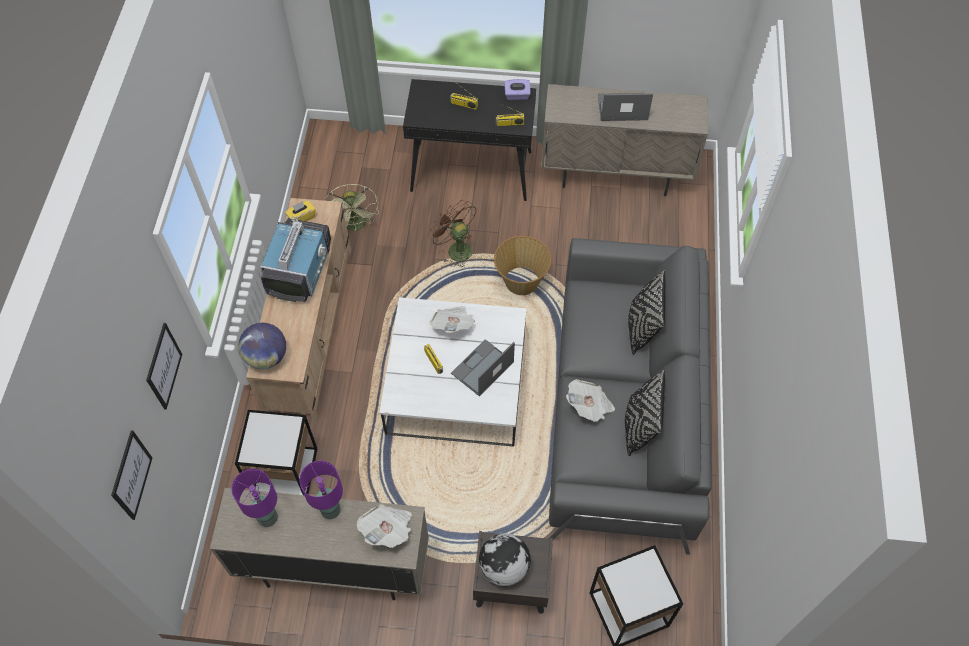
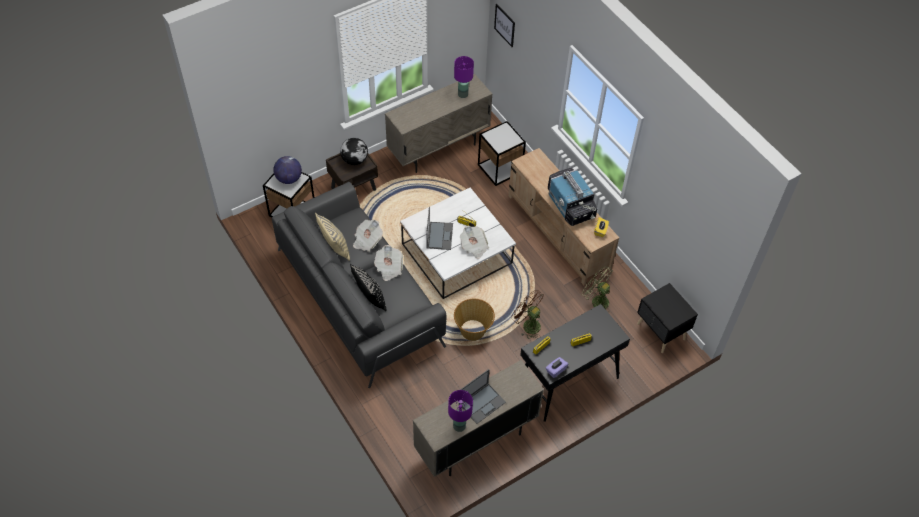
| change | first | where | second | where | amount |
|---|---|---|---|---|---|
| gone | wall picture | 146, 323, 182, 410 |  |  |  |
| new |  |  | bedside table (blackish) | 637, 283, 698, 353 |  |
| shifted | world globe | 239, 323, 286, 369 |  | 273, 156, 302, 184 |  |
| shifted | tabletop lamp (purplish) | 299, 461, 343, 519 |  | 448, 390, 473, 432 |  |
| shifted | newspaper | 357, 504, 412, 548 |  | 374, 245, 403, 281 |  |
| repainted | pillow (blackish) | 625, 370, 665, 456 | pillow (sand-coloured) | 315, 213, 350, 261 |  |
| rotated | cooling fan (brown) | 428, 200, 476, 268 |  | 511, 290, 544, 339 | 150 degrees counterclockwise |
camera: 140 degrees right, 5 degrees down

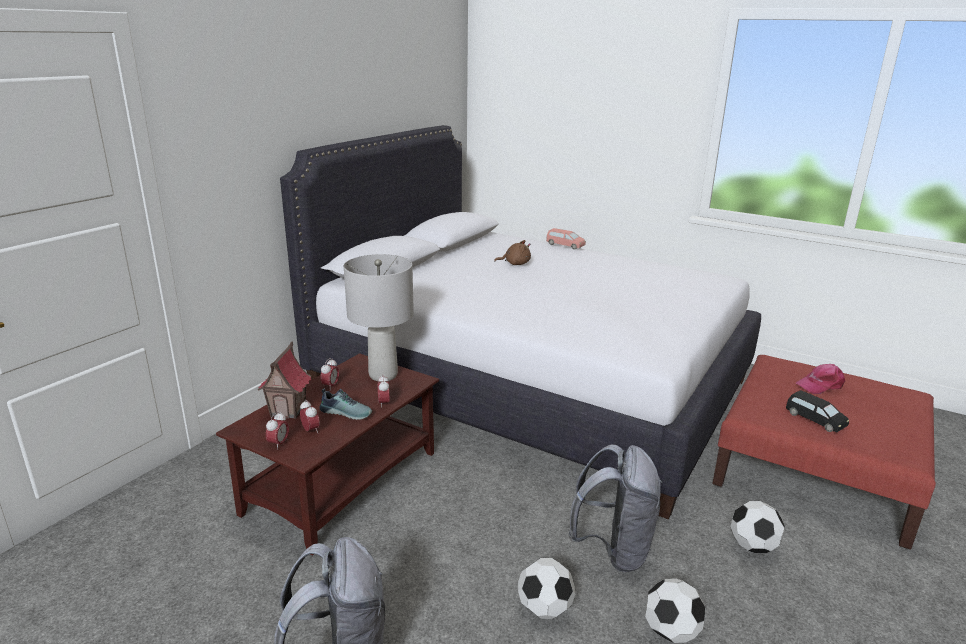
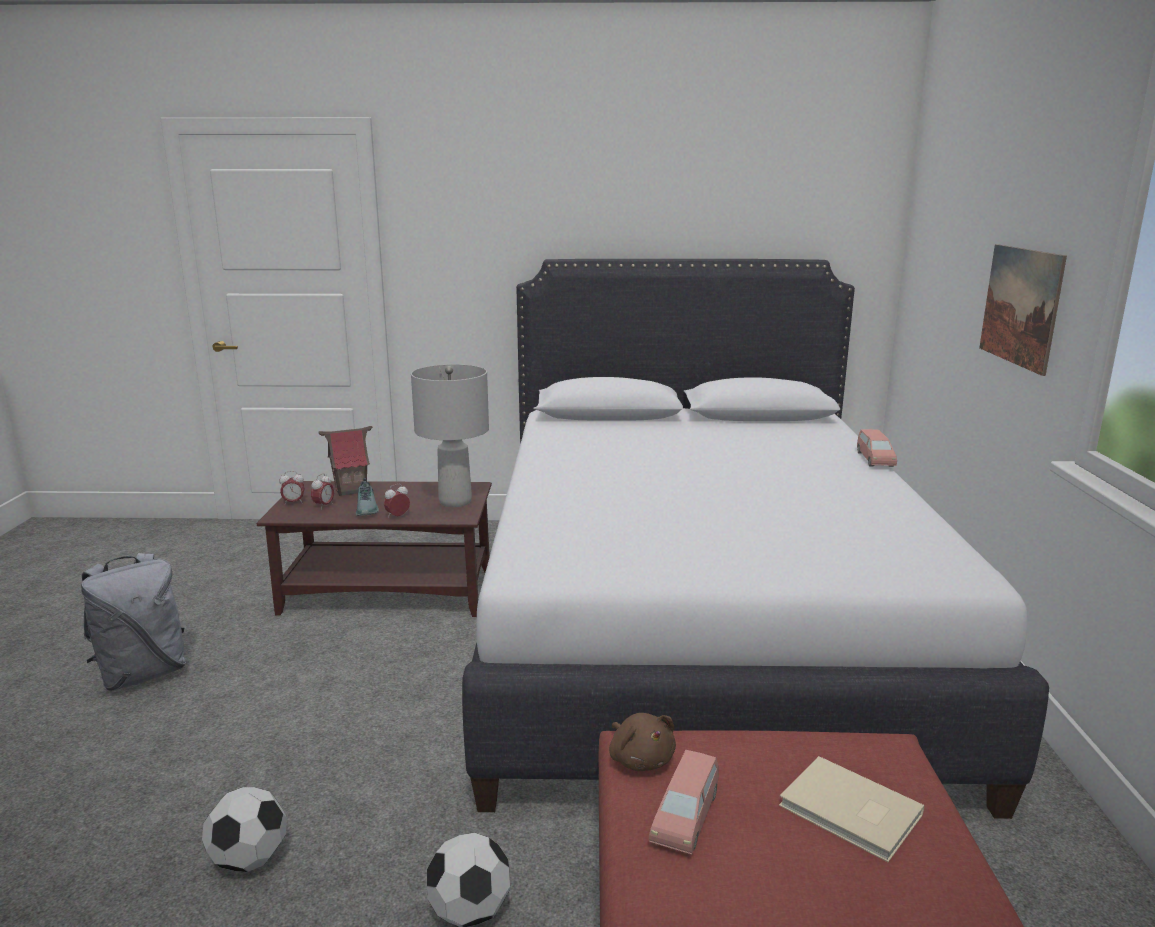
| change | first | where | second | where | amount |
|---|---|---|---|---|---|
| gone | alarm clock | 320, 358, 339, 388 |  |  |  |
| gone | football ball | 518, 558, 575, 619 |  |  |  |
| gone | rucksack (grey) | 568, 445, 662, 572 |  |  |  |
| new |  |  | wall picture | 979, 244, 1067, 376 |  |
| shifted | soft toy (brown) | 494, 240, 531, 265 |  | 609, 713, 676, 771 |  |
| swapped | baseball cap (pinkish) | 795, 364, 845, 394 | bound book (sand-coloured) | 779, 756, 924, 862 |  |
| repainted | toy car (blackish) | 786, 390, 849, 432 | toy car (pinkish) | 649, 750, 718, 855 |  |
camera: 60 degrees right, 5 degrees down

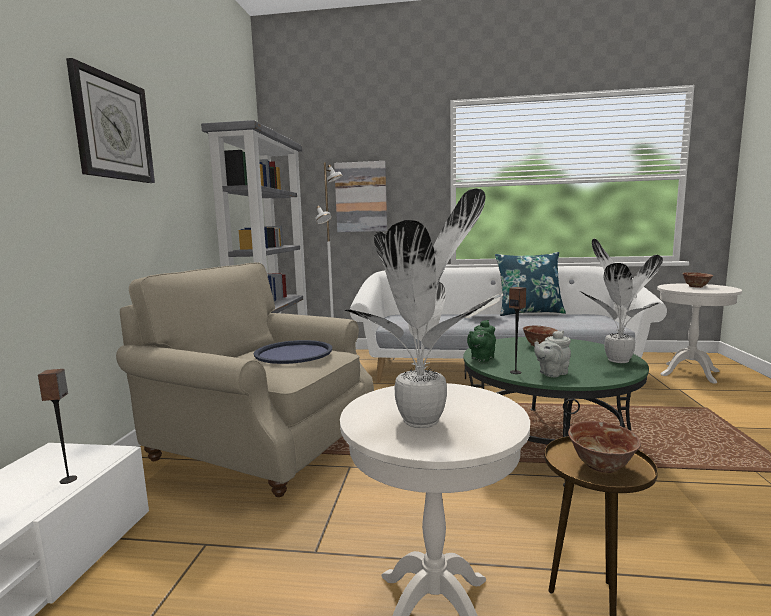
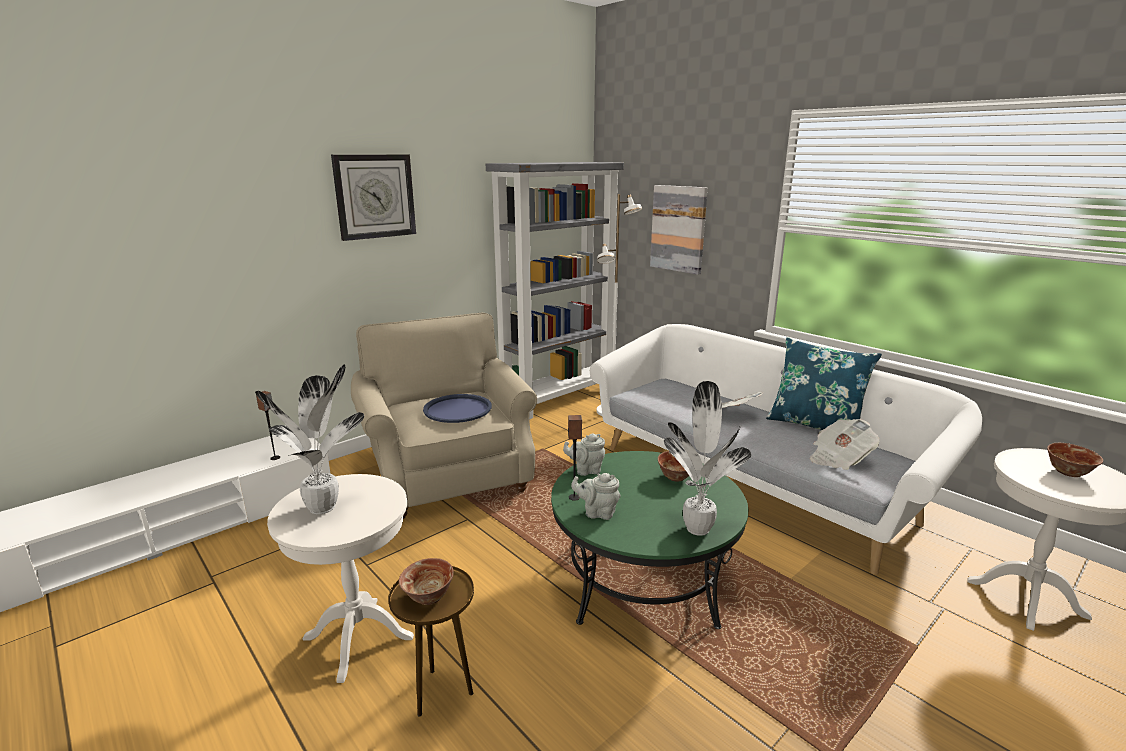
| change | first | where | second | where | amount |
|---|---|---|---|---|---|
| new |  |  | newspaper | 810, 419, 879, 470 |  |
| repainted | teapot (green) | 467, 320, 496, 362 | teapot (grey) | 563, 434, 605, 476 |  |
camera: 40 degrees right, 10 degrees up

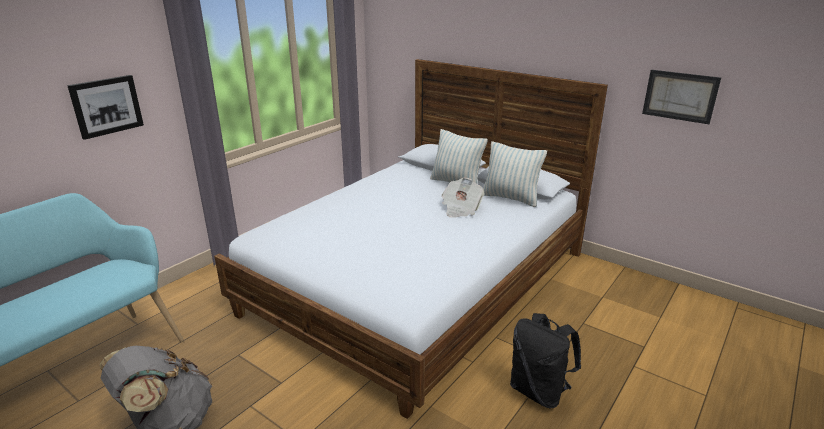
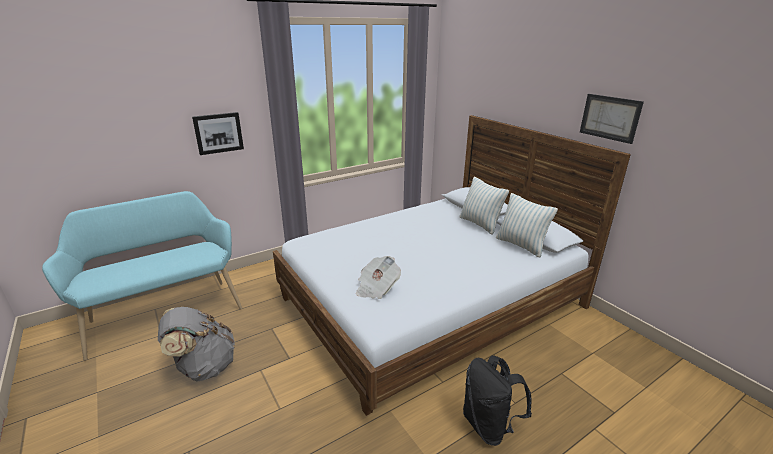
| change | first | where | second | where | amount |
|---|---|---|---|---|---|
| shifted | newspaper | 442, 178, 484, 218 |  | 356, 256, 401, 299 |  |
| shifted | wall picture | 642, 70, 721, 124 |  | 580, 94, 644, 144 |  |
camera: 20 degrees right, 0 degrees up

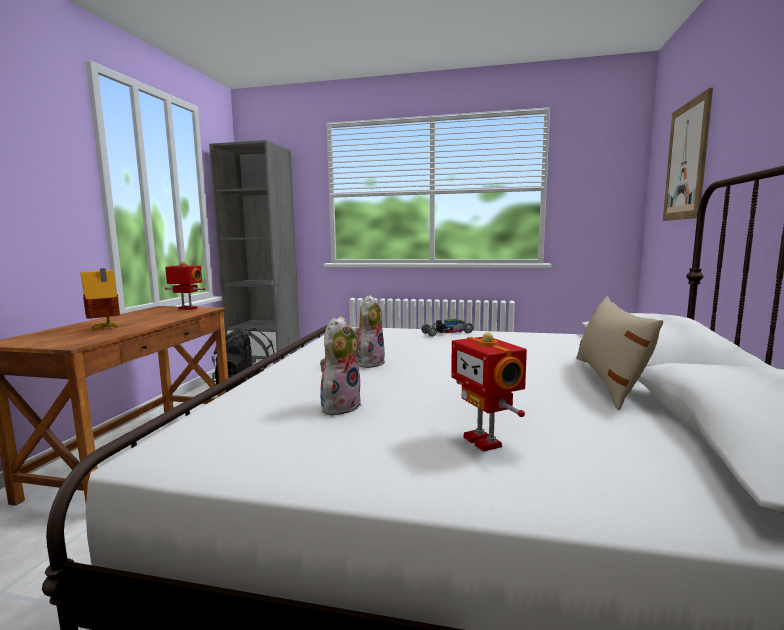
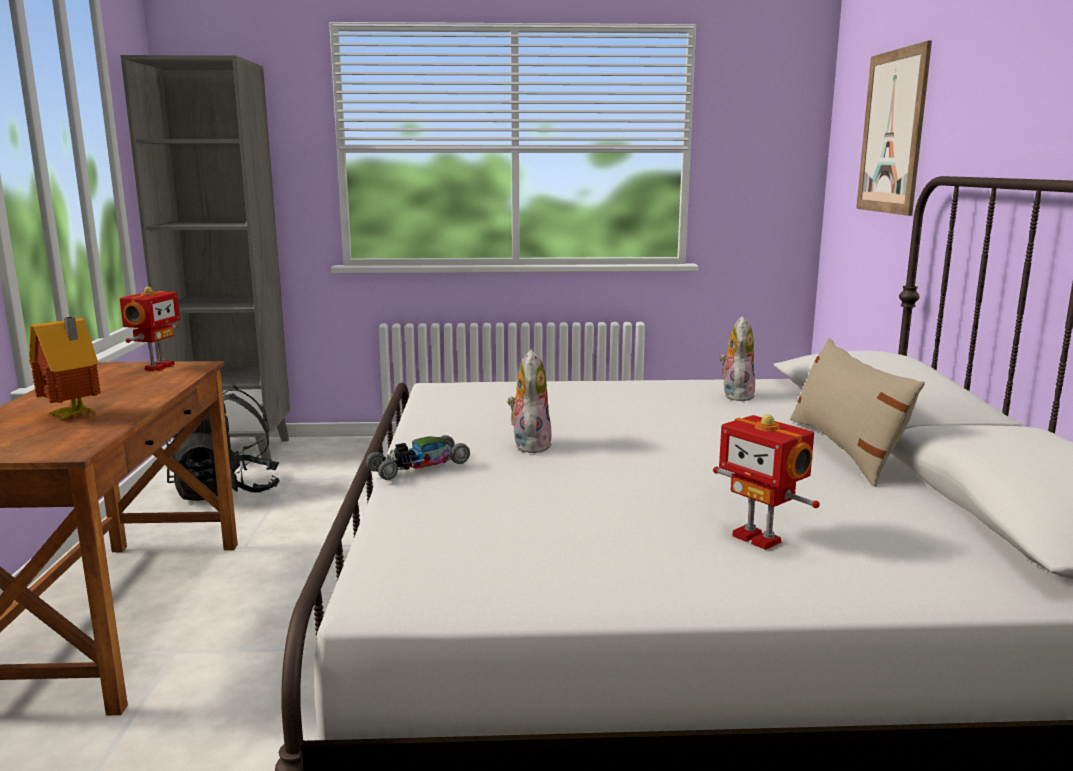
| change | first | where | second | where | amount |
|---|---|---|---|---|---|
| shifted | soft toy | 320, 316, 362, 416 |  | 720, 316, 755, 401 |  |
| shifted | toy car | 421, 319, 473, 337 |  | 366, 435, 470, 480 |  |
| rotated | toy robot | 165, 261, 206, 310 |  | 120, 286, 180, 371 | 105 degrees clockwise |
camera: 15 degrees left, 5 degrees up

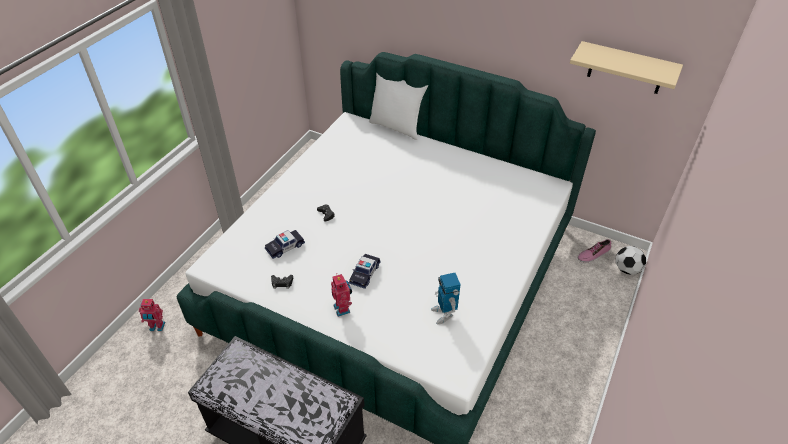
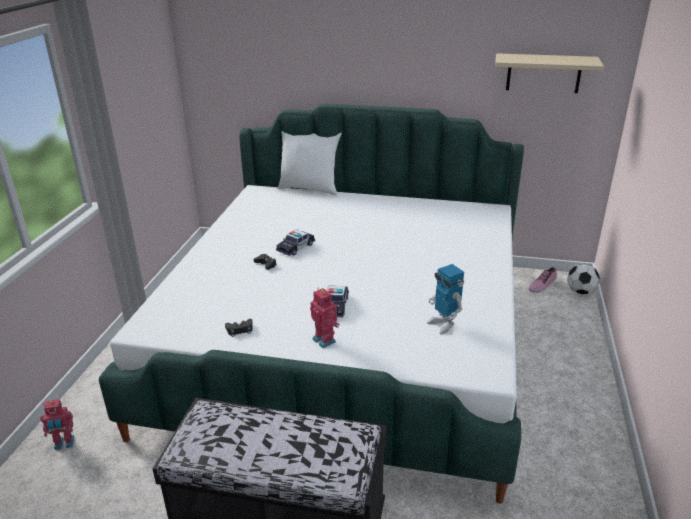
| change | first | where | second | where | amount |
|---|---|---|---|---|---|
| shifted | toy car | 265, 230, 305, 259 |  | 276, 229, 315, 256 |  |
camera: 15 degrees left, 15 degrees down

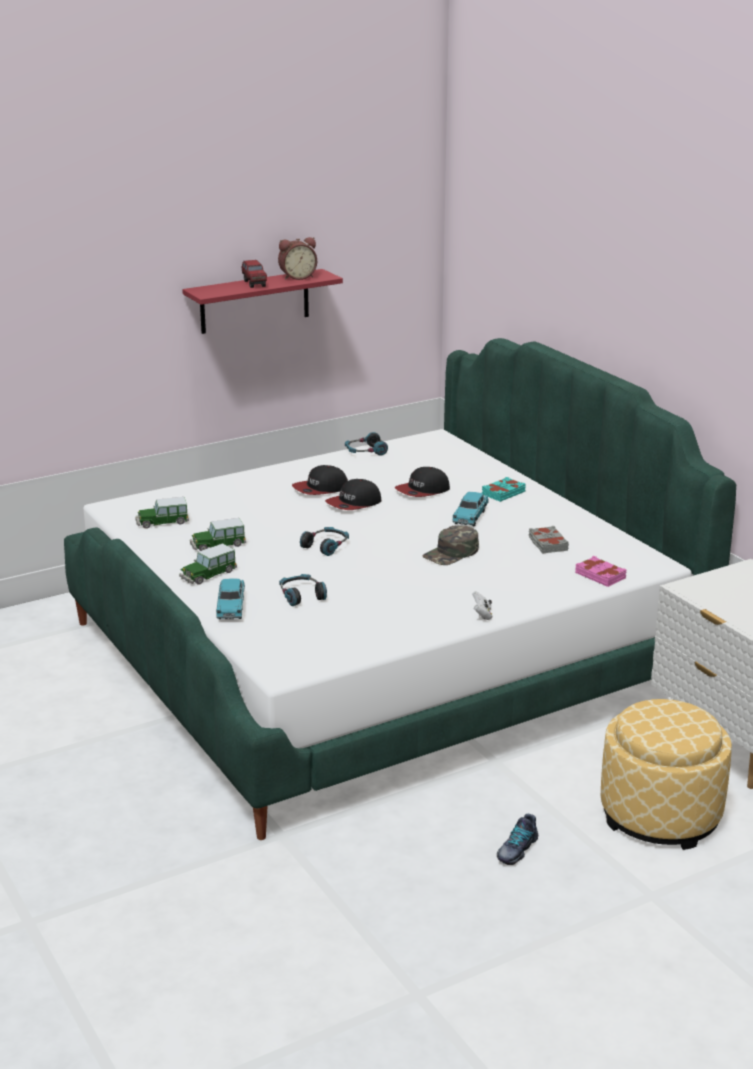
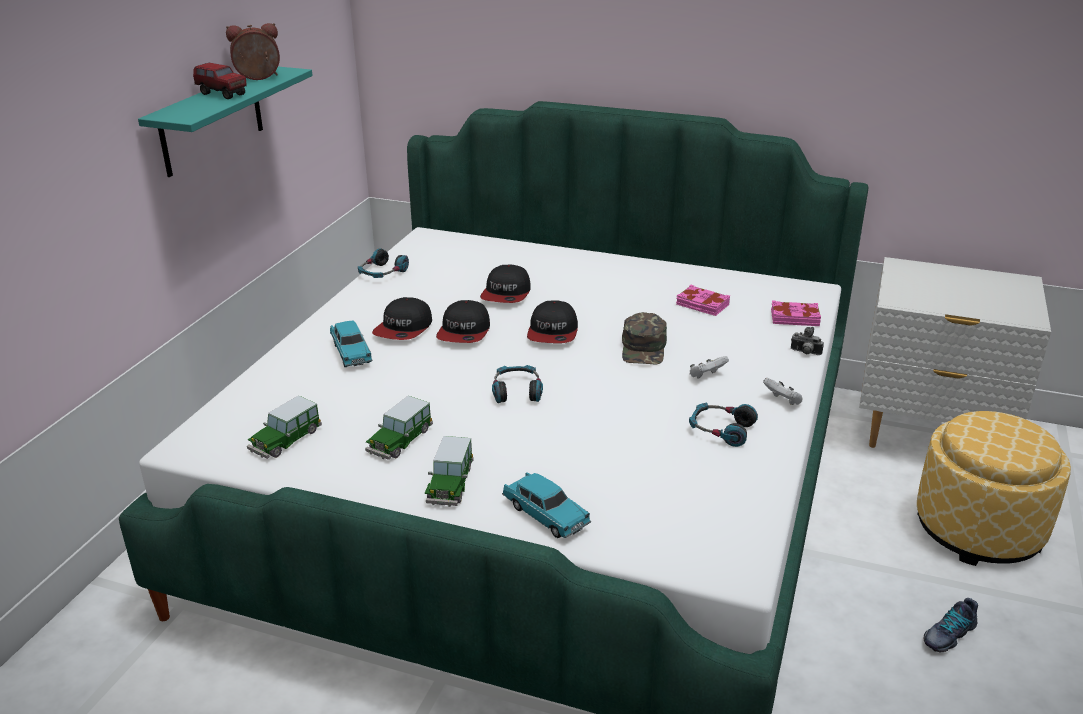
| change | first | where | second | where | amount |
|---|---|---|---|---|---|
| gone | bound book (blue-green) | 482, 477, 526, 502 |  |  |  |
| new |  |  | baseball cap | 527, 300, 578, 343 |  |
| new |  |  | joypad (white) | 690, 356, 729, 378 |  |
| new |  |  | photo camera | 791, 327, 824, 355 |  |
| shifted | headset | 279, 574, 327, 606 |  | 689, 403, 758, 447 |  |
| shifted | toy car (blue-green) | 452, 492, 489, 526 |  | 330, 321, 372, 367 |  |
| repainted | wall shelf (red-coloured) | 182, 269, 343, 334 | wall shelf (blue-green) | 138, 67, 313, 177 |  |
| repainted | bound book (grey) | 529, 526, 569, 554 | bound book (pinkish) | 676, 285, 730, 316 |  |
| rotated | alarm clock | 278, 237, 317, 280 |  | 226, 23, 280, 80 | 135 degrees counterclockwise |
| rotated | low shoe | 497, 814, 538, 865 |  | 923, 598, 978, 652 | 60 degrees clockwise |
camera: 40 degrees left, 5 degrees up

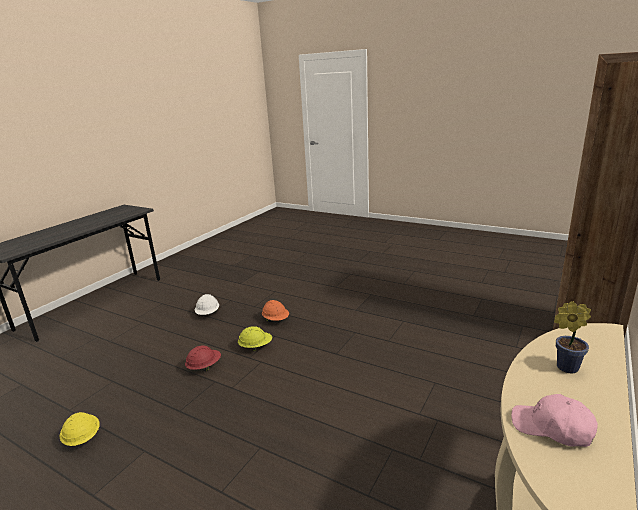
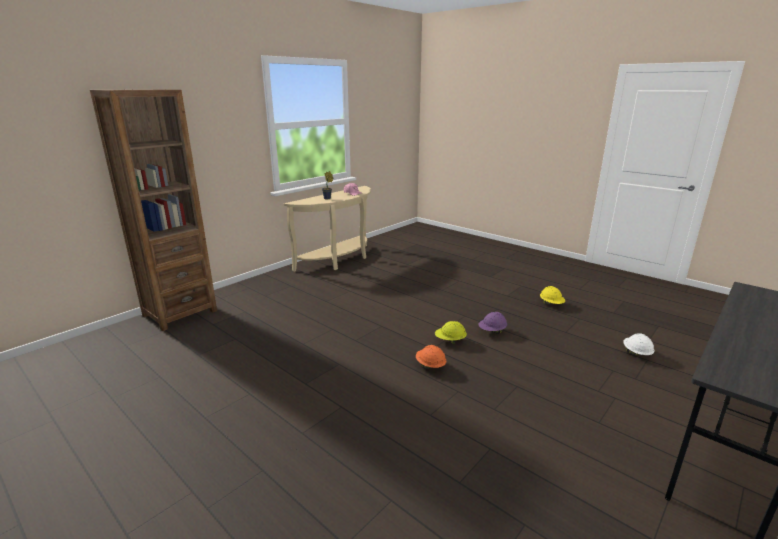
| change | first | where | second | where | amount |
|---|---|---|---|---|---|
| shifted | work helmet (white) | 195, 294, 219, 315 |  | 623, 333, 655, 355 |  |
| repainted | work helmet (red-coloured) | 185, 345, 221, 371 | work helmet (purplish) | 479, 312, 507, 334 |  |
camera: 170 degrees left, 0 degrees up

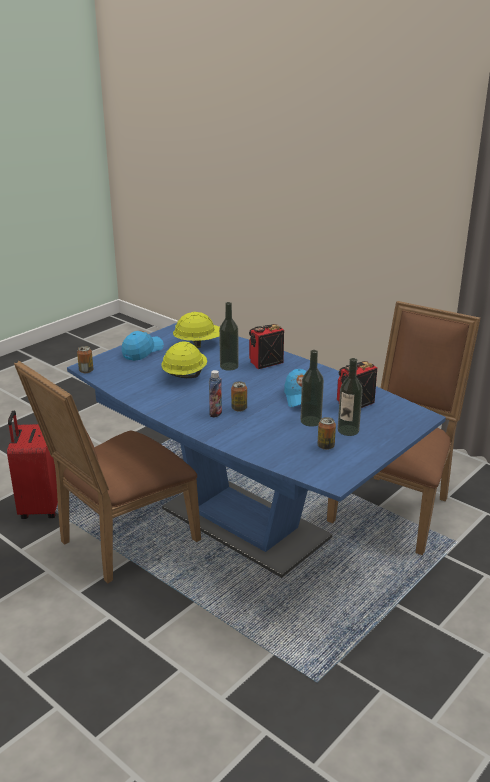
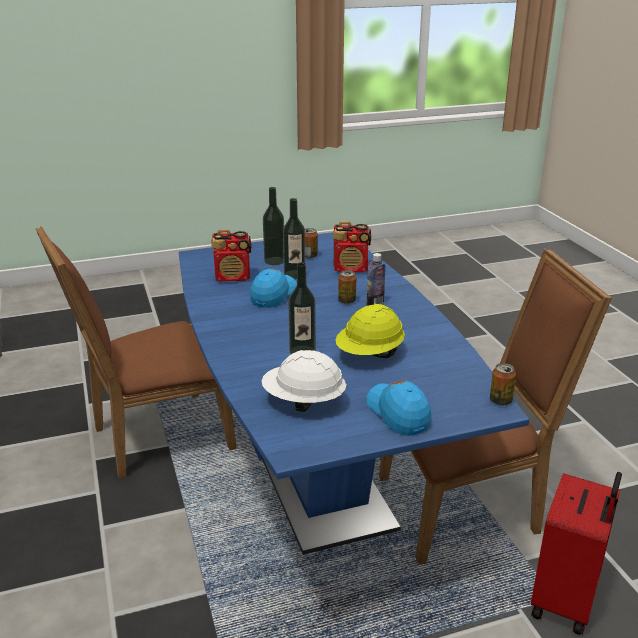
| change | first | where | second | where | amount |
|---|---|---|---|---|---|
| shifted | radio receiver | 249, 324, 284, 369 |  | 333, 221, 371, 272 |  |
| repainted | work helmet (yellow-coloured) | 173, 312, 220, 348 | work helmet (white) | 262, 350, 346, 412 |  |
| rotated | baseball cap (blue) | 122, 330, 164, 361 |  | 367, 380, 431, 436 | 90 degrees clockwise |
camera: 150 degrees left, 0 degrees up

